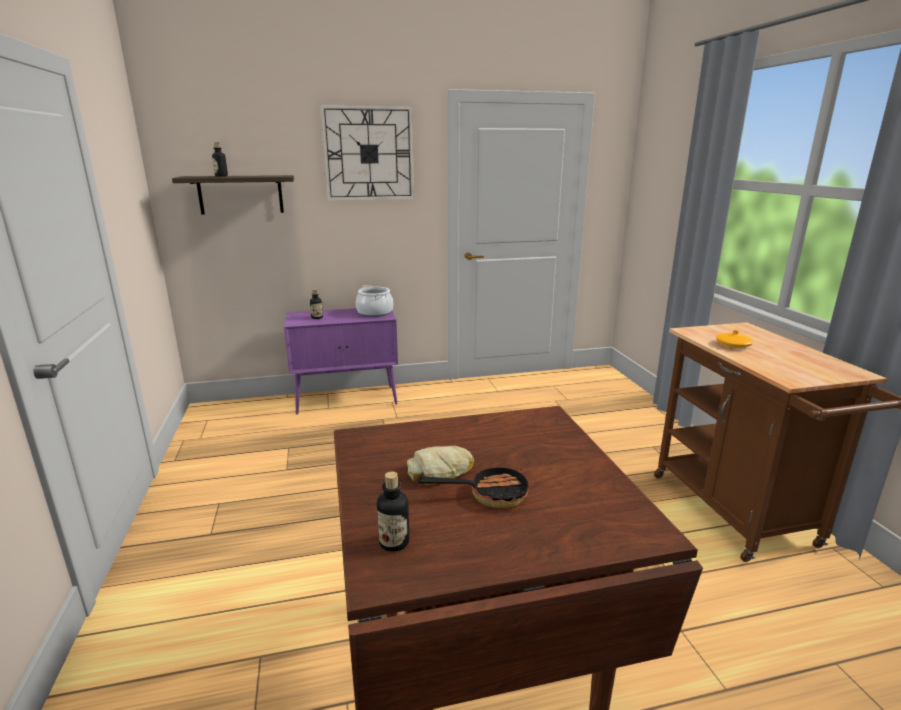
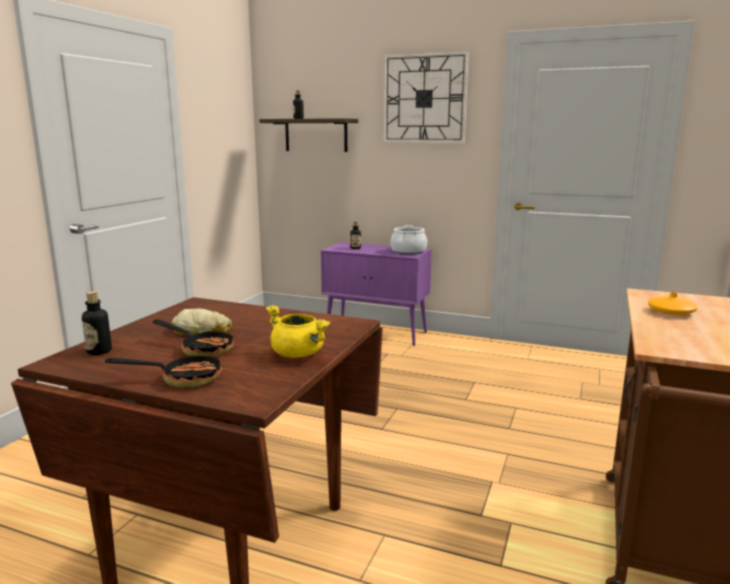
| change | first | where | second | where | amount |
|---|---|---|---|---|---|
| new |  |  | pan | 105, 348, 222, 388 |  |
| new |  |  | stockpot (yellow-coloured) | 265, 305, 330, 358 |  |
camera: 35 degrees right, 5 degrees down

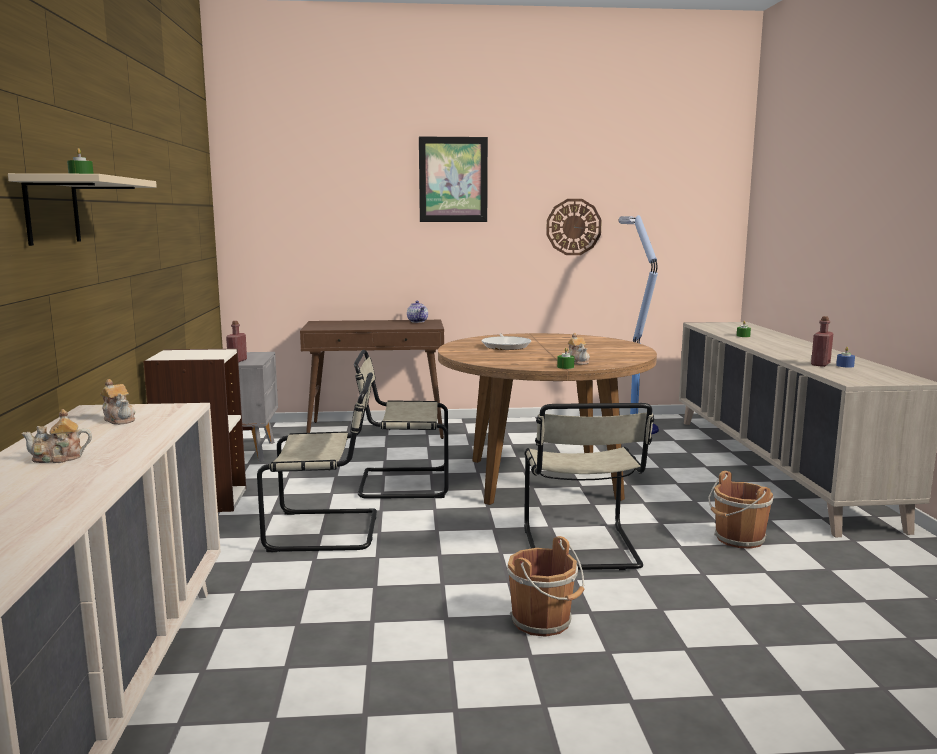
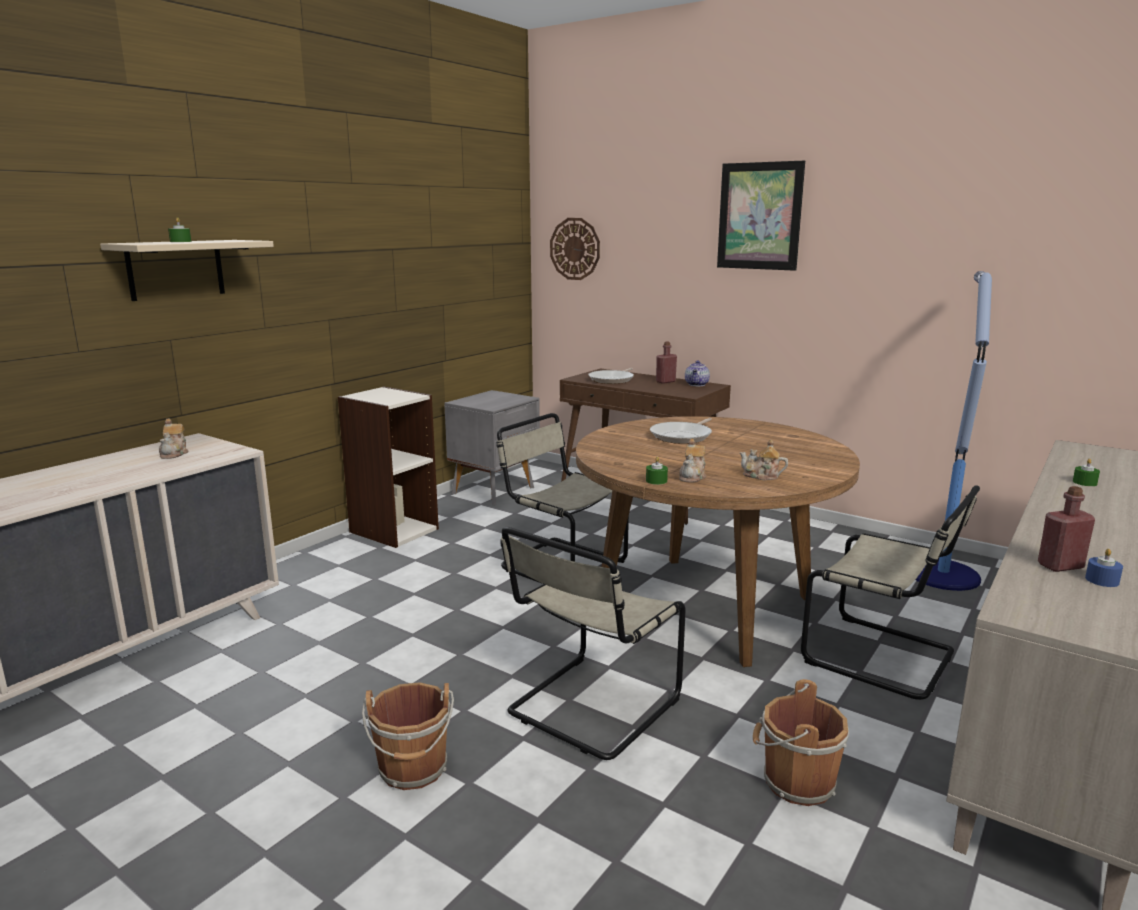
| change | first | where | second | where | amount |
|---|---|---|---|---|---|
| new |  |  | pan | 588, 368, 634, 384 |  |
| shifted | teapot | 21, 409, 92, 463 |  | 739, 439, 788, 481 |  |
| shifted | bottle (red-coloured) | 226, 321, 247, 363 |  | 656, 341, 677, 384 |  |
| shifted | chair (sand-coloured) | 257, 372, 377, 552 |  | 801, 485, 980, 700 |  |
| shifted | clock on the wall | 546, 199, 602, 255 |  | 550, 218, 600, 280 |  |
camera: 40 degrees right, 5 degrees up

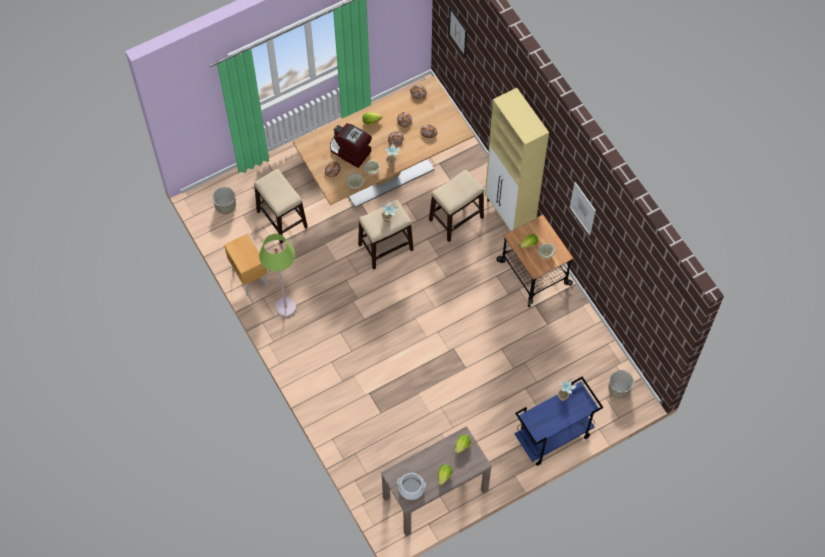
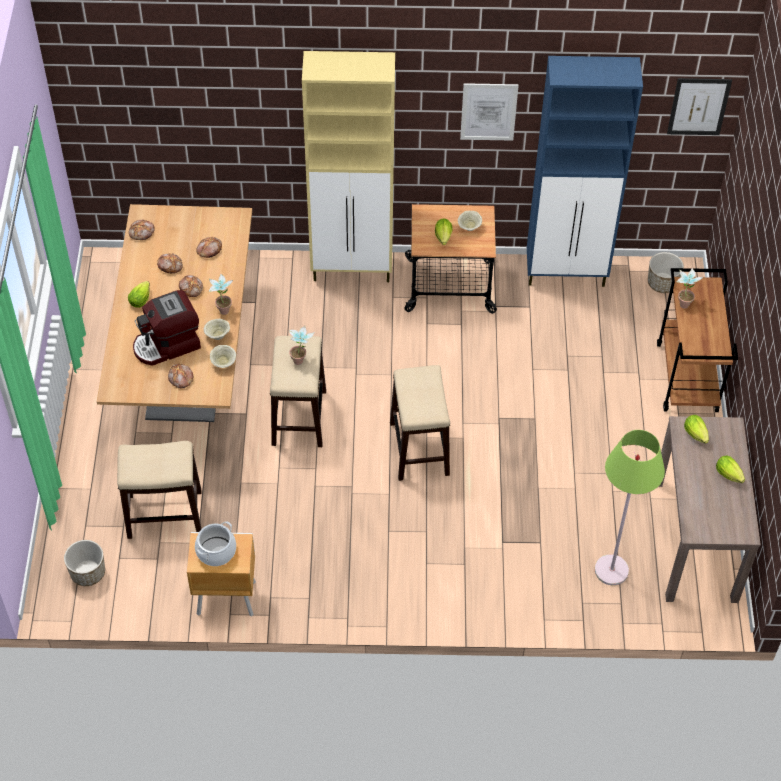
| change | first | where | second | where | amount |
|---|---|---|---|---|---|
| new |  |  | cabinet (blue) | 527, 56, 643, 287 |  |
| shifted | floor lamp (green) | 259, 234, 296, 317 |  | 595, 430, 665, 585 |  |
| shifted | stockpot | 397, 473, 426, 500 |  | 195, 521, 236, 566 |  |
| shifted | sitting stool | 429, 170, 484, 242 |  | 390, 365, 450, 481 |  |
| shifted | wall picture | 448, 5, 468, 59 |  | 667, 78, 732, 135 |  |
| repainted | wheeled cart (blue) | 515, 376, 603, 466 | wheeled cart (brown) | 657, 268, 738, 412 |  |
camera: 60 degrees left, 10 degrees down

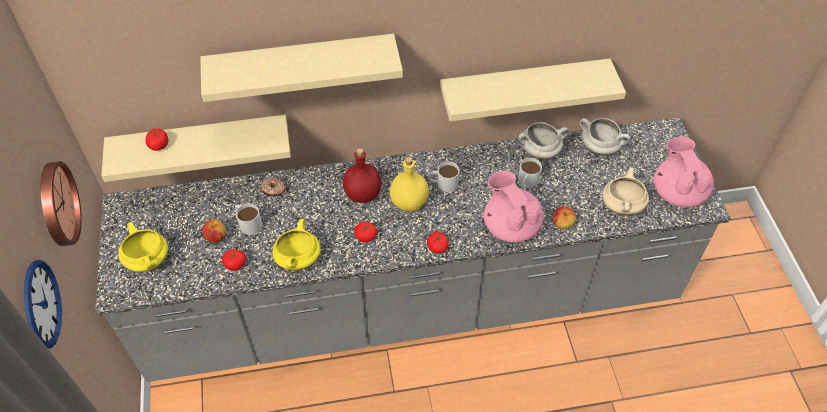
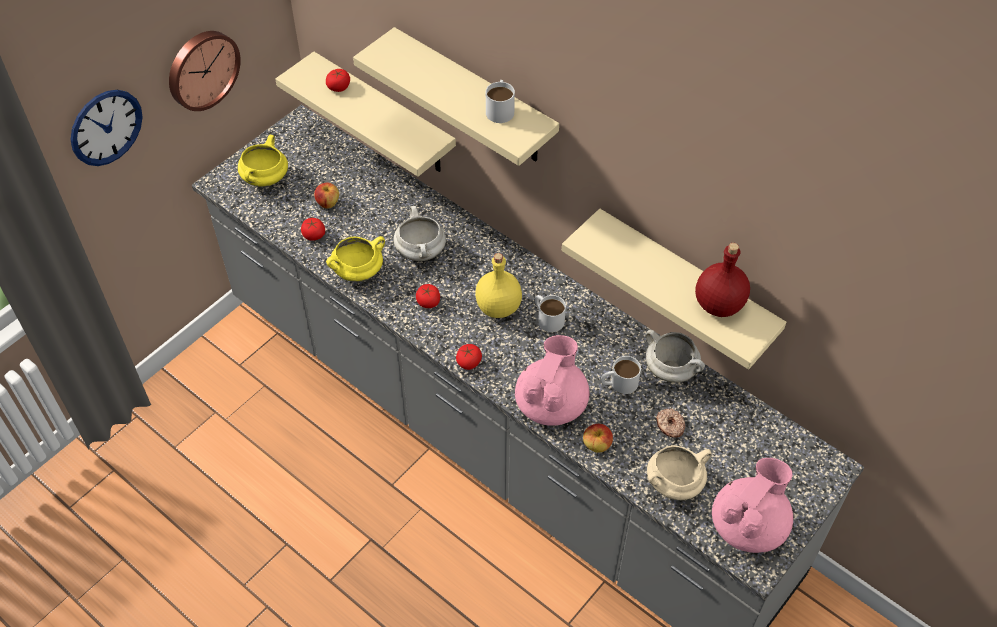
| change | first | where | second | where | amount |
|---|---|---|---|---|---|
| shifted | tea mug (white) | 235, 204, 262, 235 |  | 486, 80, 515, 123 |  |
| shifted | ring doughnut | 260, 178, 285, 196 |  | 656, 409, 685, 438 |  |
| shifted | bottle (red-coloured) | 343, 148, 381, 203 |  | 695, 243, 750, 317 |  |
| shifted | stockpot (white) | 580, 118, 630, 155 |  | 394, 206, 446, 261 |  |
camera: 50 degrees right, 0 degrees up

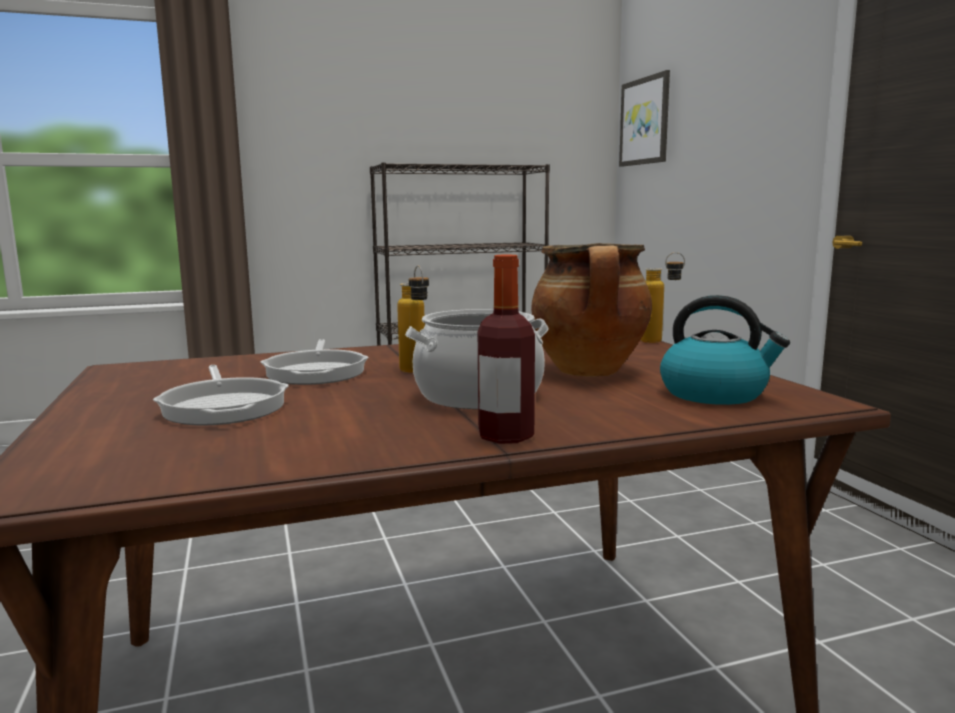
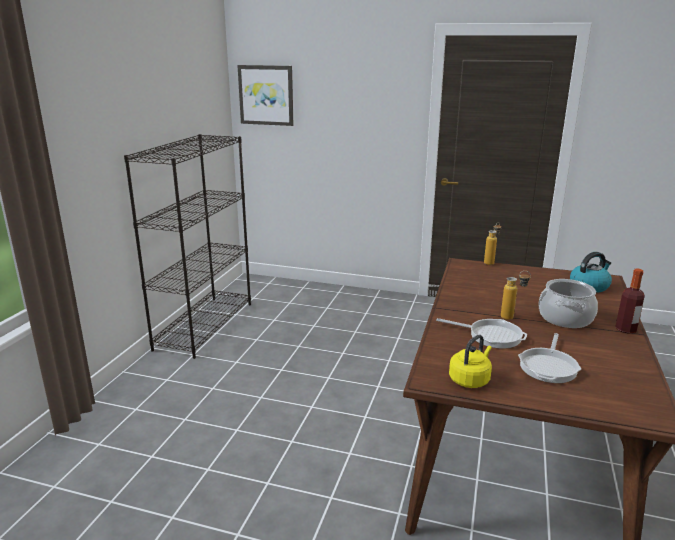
| change | first | where | second | where | amount |
|---|---|---|---|---|---|
| gone | stockpot | 531, 243, 652, 376 |  |  |  |
| new |  |  | kettle (yellow-coloured) | 449, 335, 492, 388 |  |
| rotated | pan | 153, 365, 289, 426 |  | 518, 333, 581, 383 | 105 degrees clockwise |
camera: 55 degrees left, 10 degrees up

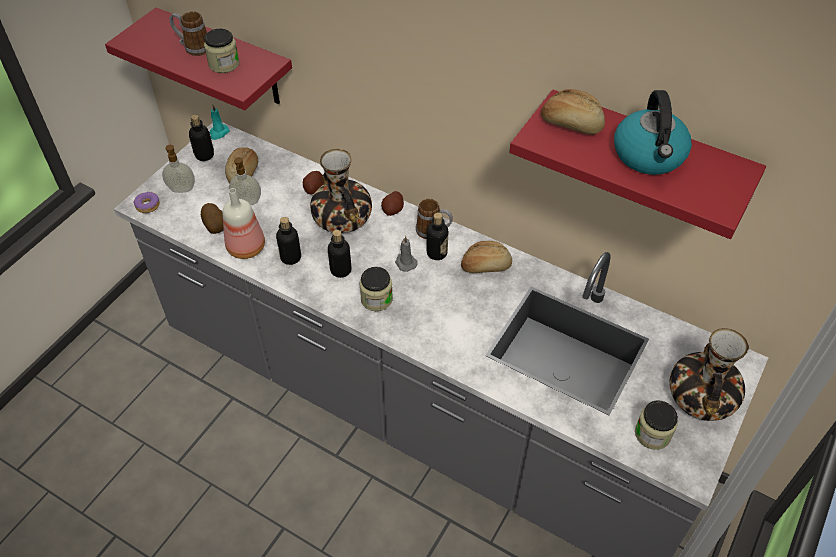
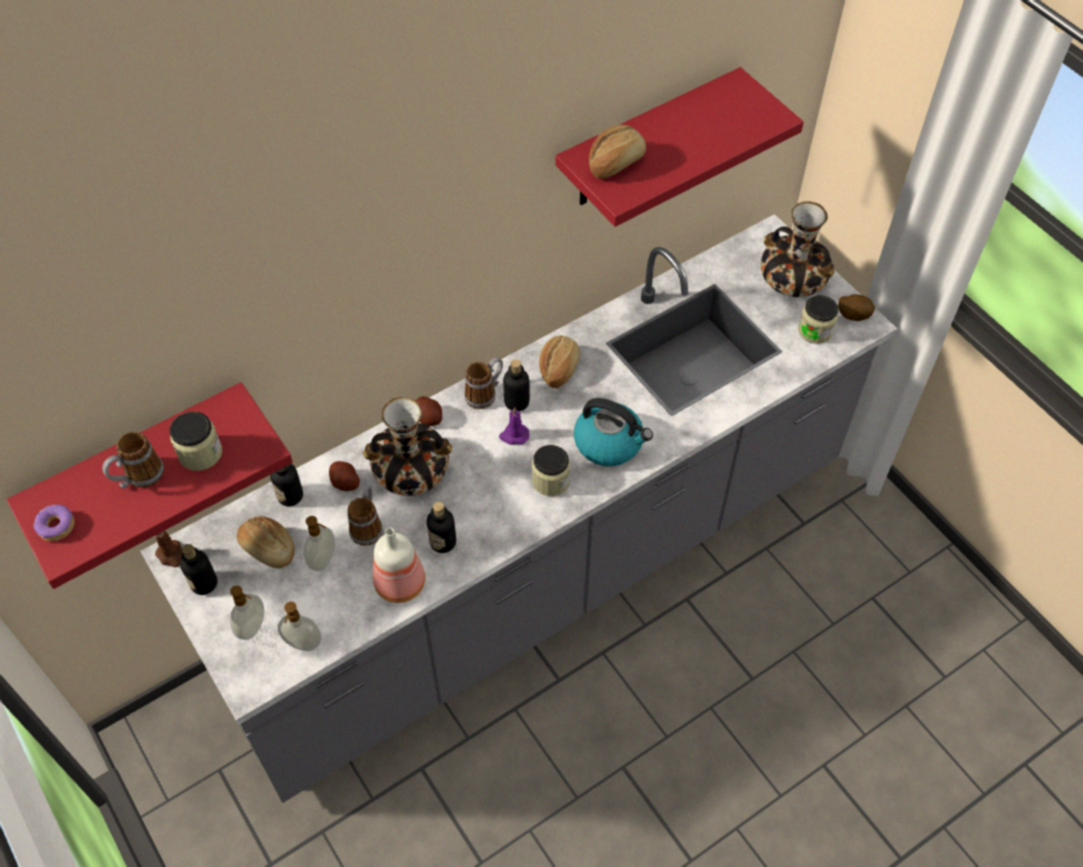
| change | first | where | second | where | amount |
|---|---|---|---|---|---|
| new |  |  | liquid soap bottle | 278, 602, 322, 651 |  |
| new |  |  | tea mug | 347, 485, 383, 546 |  |
| shifted | ring doughnut | 133, 192, 160, 213 |  | 34, 504, 74, 541 |  |
| shifted | potato | 201, 203, 224, 234 |  | 838, 294, 875, 321 |  |
| shifted | bottle | 328, 230, 352, 278 |  | 270, 464, 303, 506 |  |
| shifted | kettle | 614, 90, 692, 175 |  | 574, 398, 653, 466 |  |
| repainted | wax light (blue-green) | 210, 105, 229, 140 | wax light (brown) | 155, 531, 182, 567 |  |
| repainted | wax light (grey) | 395, 236, 418, 272 | wax light (purplish) | 499, 407, 529, 445 |  |
camera: 65 degrees left, 5 degrees up

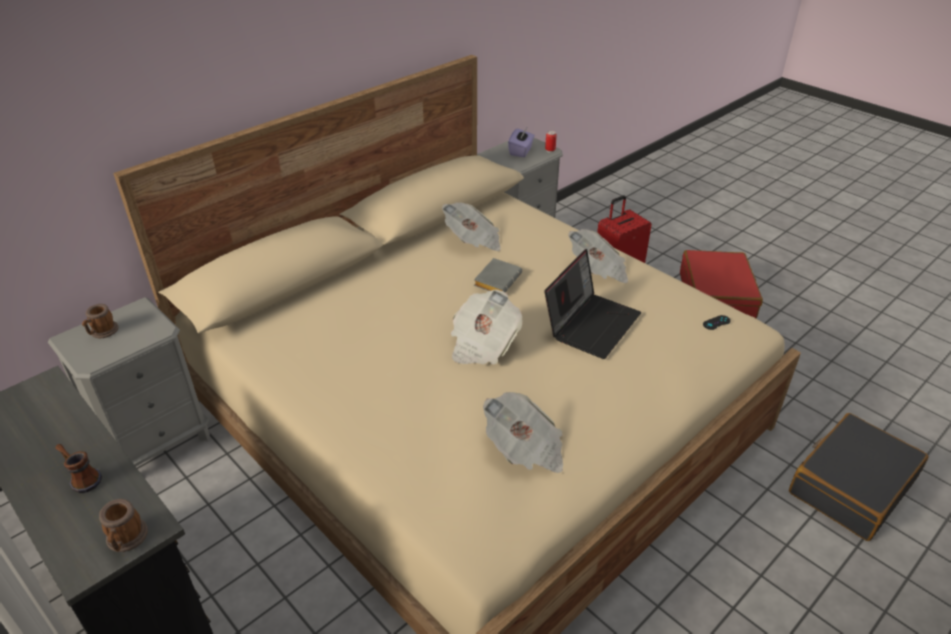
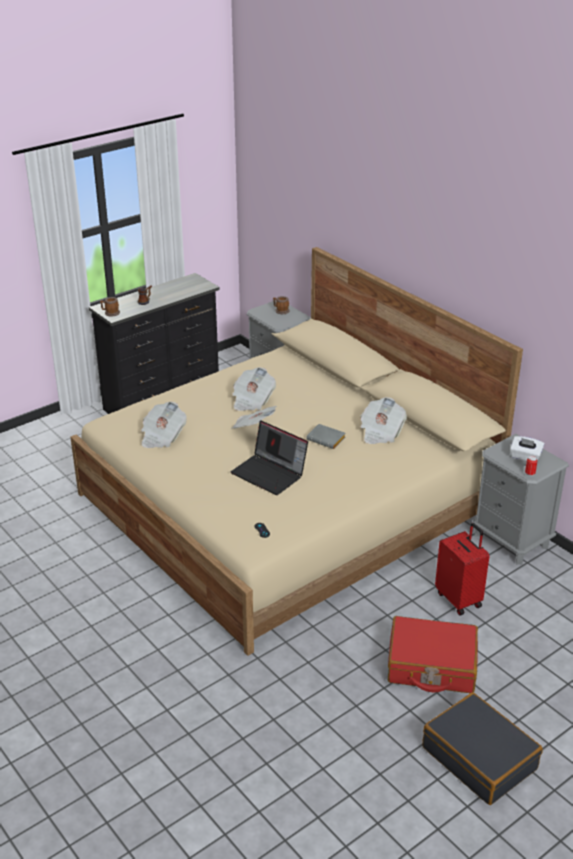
| change | first | where | second | where | amount |
|---|---|---|---|---|---|
| shifted | newspaper | 568, 229, 628, 283 |  | 232, 367, 276, 411 |  |
| shifted | travel case (blackish) | 789, 413, 929, 541 |  | 422, 692, 543, 805 |  |
| repainted | tissue box (purplish) | 508, 128, 535, 157 | tissue box (white) | 510, 436, 544, 461 |  |
camera: 95 degrees right, 5 degrees down

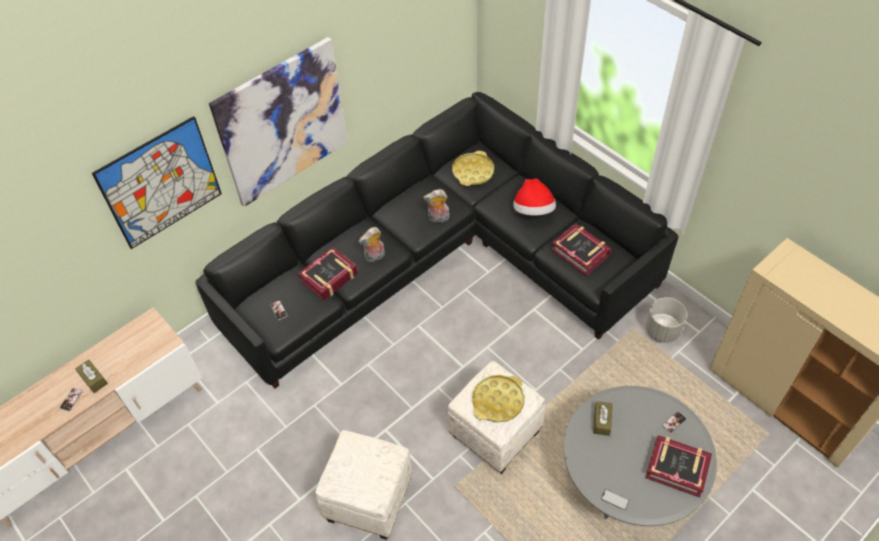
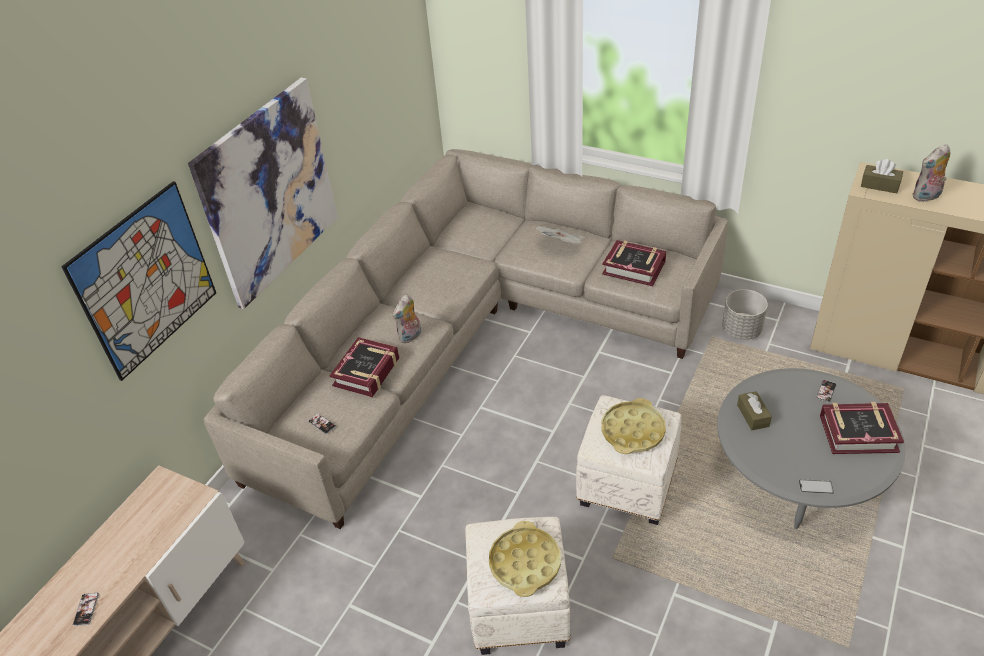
| change | first | where | second | where | amount |
|---|---|---|---|---|---|
| shifted | tissue box (brown) | 75, 360, 108, 393 |  | 861, 159, 903, 193 |  |
| shifted | soft toy | 423, 189, 450, 222 |  | 913, 144, 950, 202 |  |
| shifted | carrying tray (yellow-coloured) | 452, 151, 494, 186 |  | 489, 521, 561, 597 |  |
| swapped | hat | 513, 178, 556, 216 | newspaper | 536, 226, 585, 244 |  |
| repainted | settee (blackish) | 196, 92, 678, 388 | settee (sand-coloured) | 203, 149, 728, 529 |  |
camera: 20 degrees left, 10 degrees down

